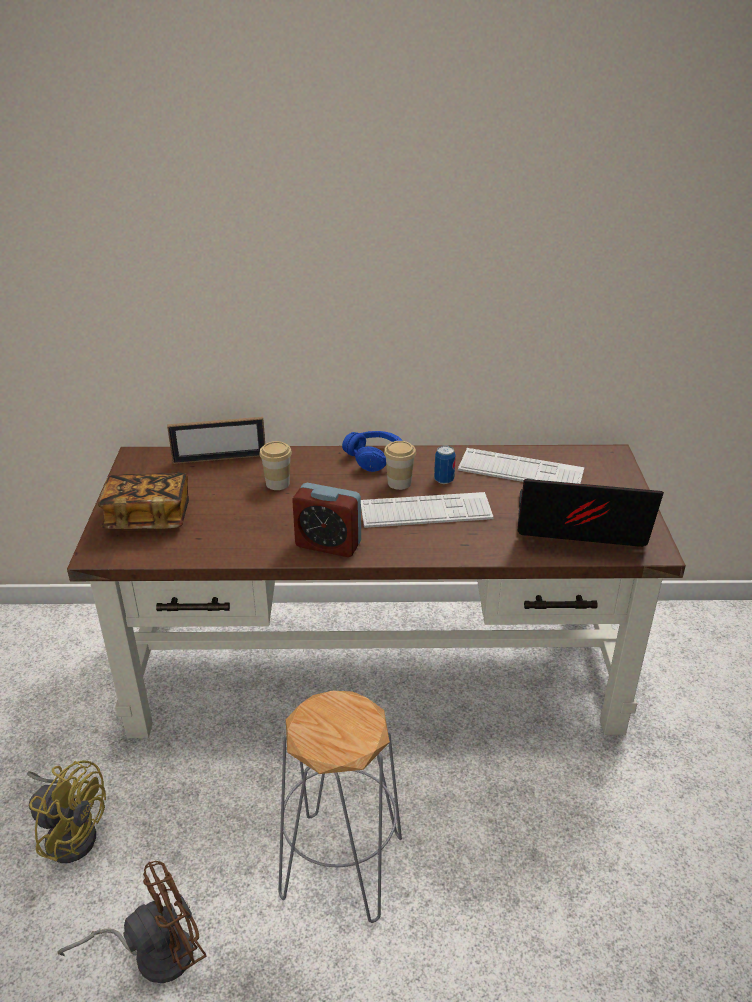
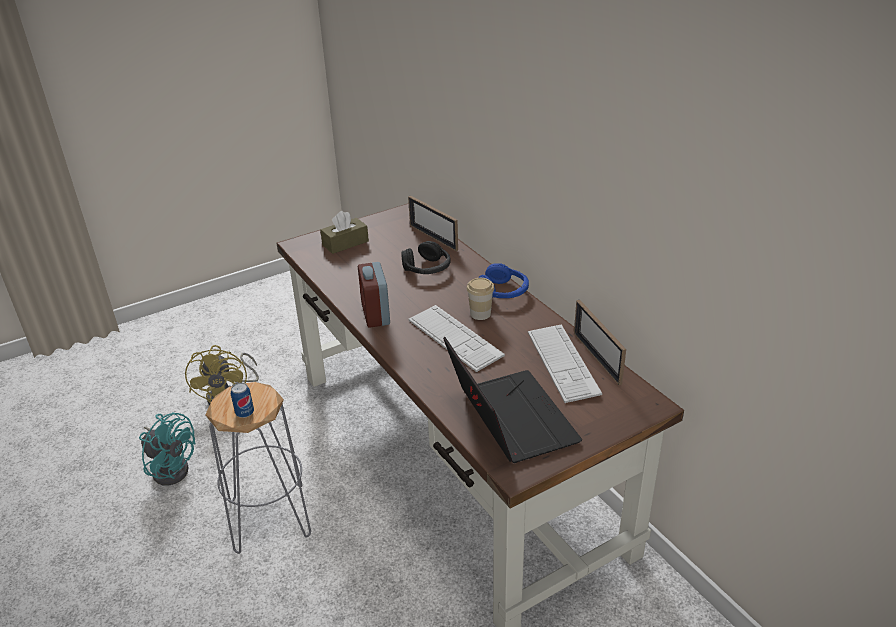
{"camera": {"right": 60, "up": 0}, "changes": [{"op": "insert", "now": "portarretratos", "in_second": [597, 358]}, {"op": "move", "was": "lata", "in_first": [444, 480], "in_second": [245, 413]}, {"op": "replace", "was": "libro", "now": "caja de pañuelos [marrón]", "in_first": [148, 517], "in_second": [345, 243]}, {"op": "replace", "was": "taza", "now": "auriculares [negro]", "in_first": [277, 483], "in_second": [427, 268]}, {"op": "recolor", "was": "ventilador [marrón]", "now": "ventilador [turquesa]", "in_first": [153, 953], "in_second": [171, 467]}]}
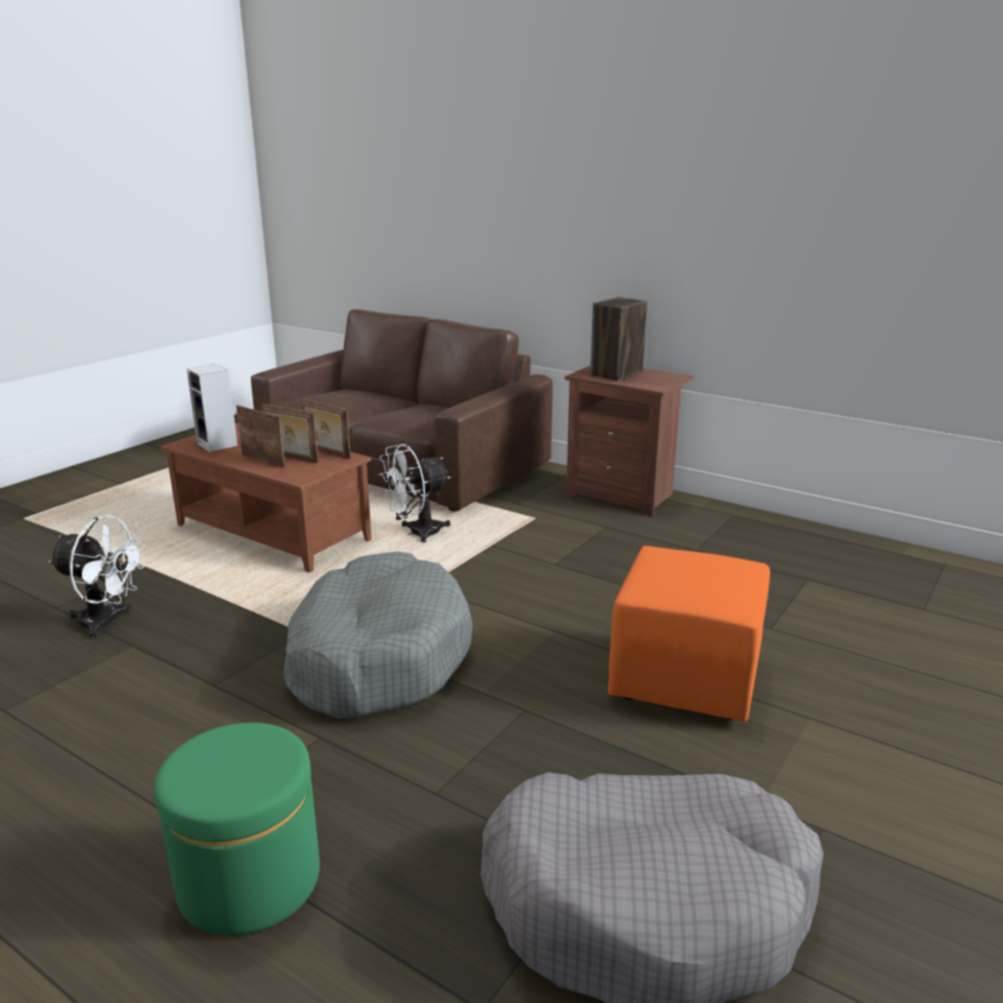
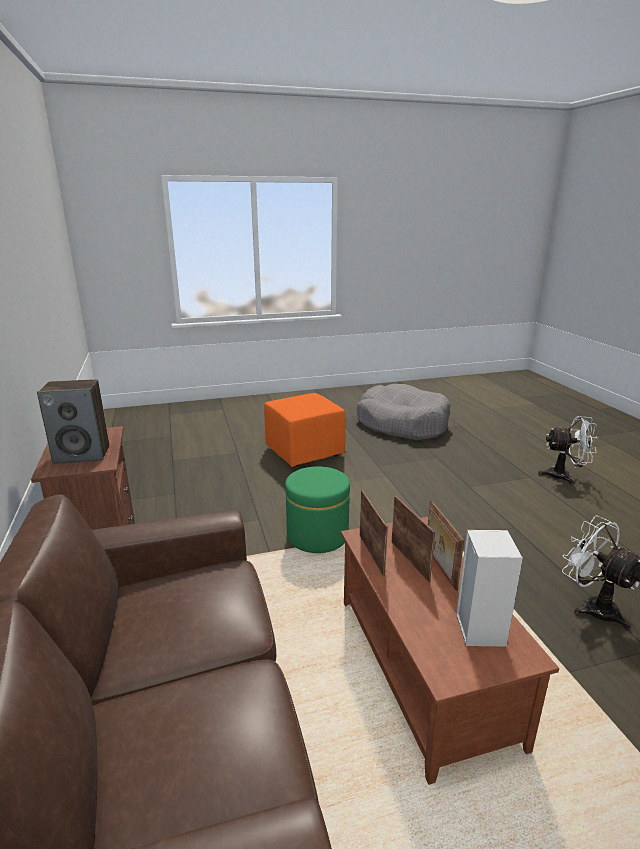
{"camera": {"right": -140, "up": 0}, "changes": [{"op": "delete", "was": "cama para perro [gris]", "in_first": [377, 656]}, {"op": "move", "was": "puf [verde]", "in_first": [249, 880], "in_second": [317, 535]}, {"op": "move", "was": "ventilador [blanco]", "in_first": [417, 533], "in_second": [564, 476]}]}
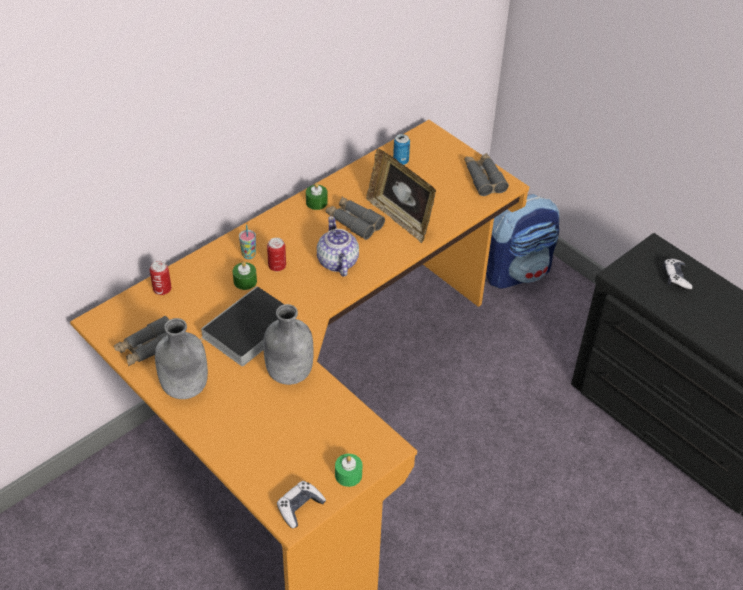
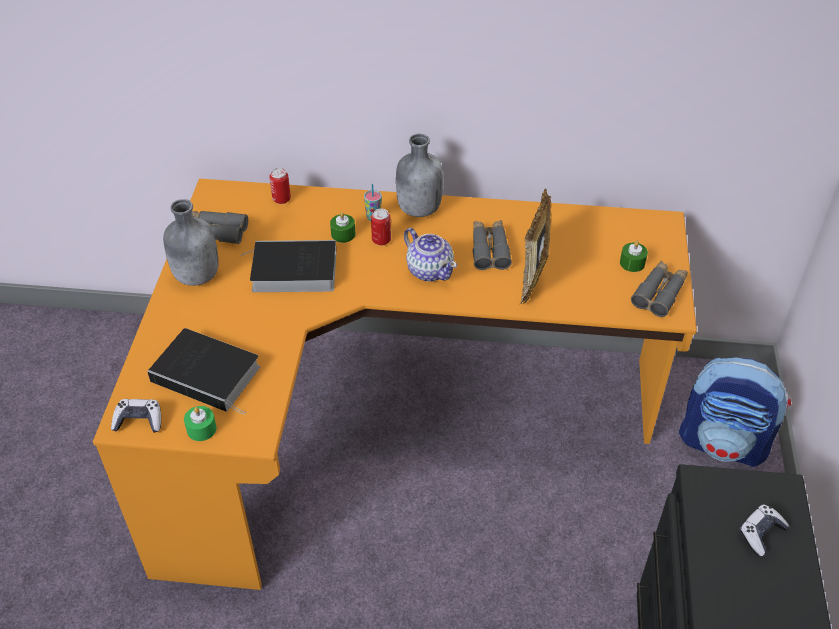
{"camera": {"right": 50, "up": 0}, "changes": [{"op": "delete", "was": "lata", "in_first": [400, 161]}, {"op": "insert", "now": "libro", "in_second": [209, 374]}, {"op": "move", "was": "botella [gris]", "in_first": [288, 373], "in_second": [418, 209]}, {"op": "move", "was": "vela [verde]", "in_first": [316, 202], "in_second": [632, 263]}, {"op": "rotate", "was": "tetera", "in_first": [337, 262], "in_second": [429, 270], "clockwise": 105}]}
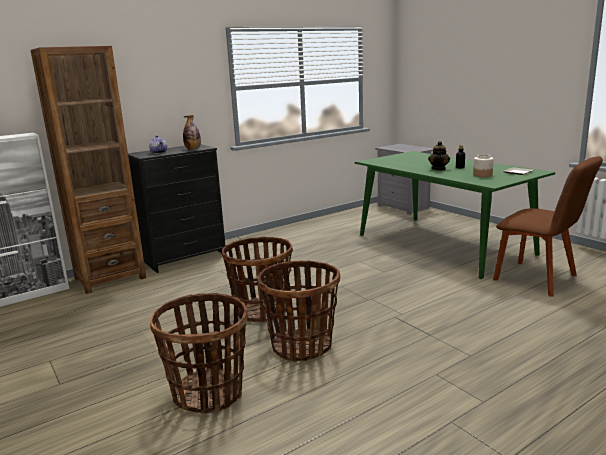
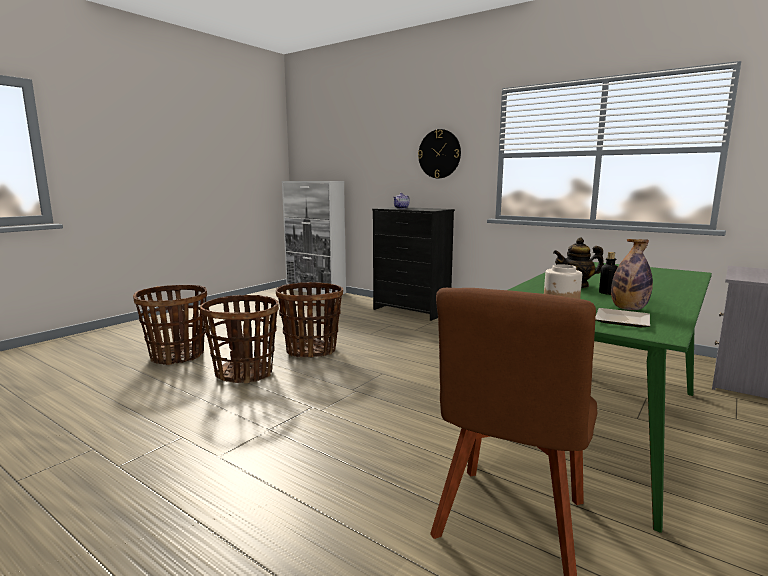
{"camera": {"right": 70, "up": -5}, "changes": [{"op": "delete", "was": "estantería [marrón]", "in_first": [110, 278]}, {"op": "insert", "now": "reloj de pared", "in_second": [439, 154]}, {"op": "move", "was": "botella", "in_first": [193, 149], "in_second": [628, 309]}]}
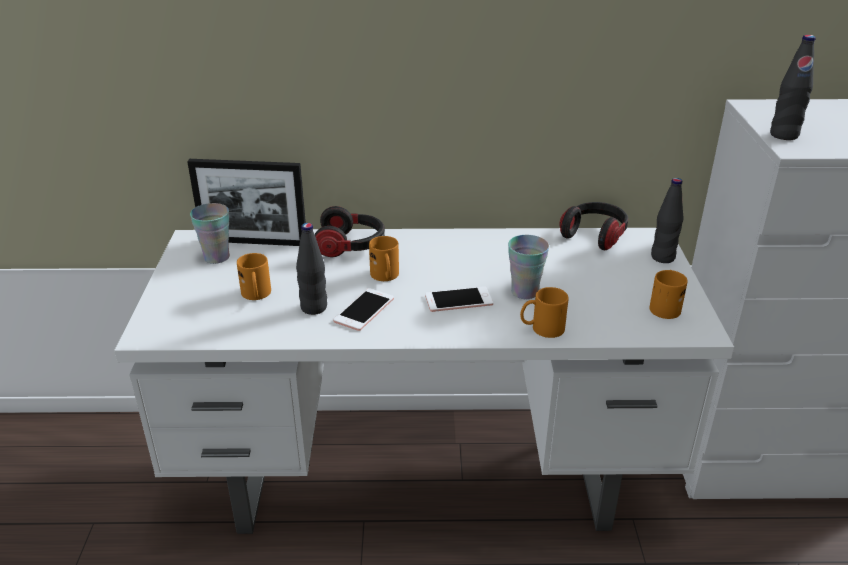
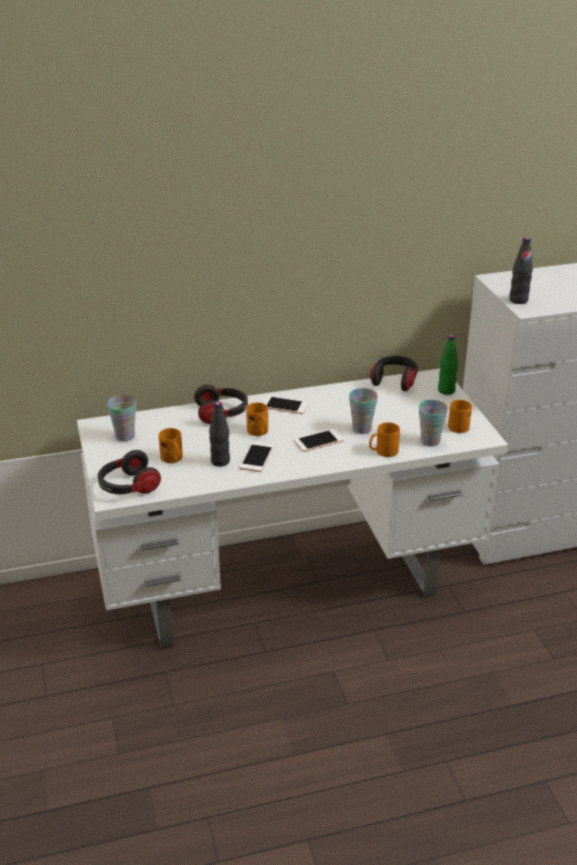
{"camera": {"right": -15, "up": 0}, "changes": [{"op": "delete", "was": "portarretratos", "in_first": [254, 242]}, {"op": "insert", "now": "auriculares", "in_second": [128, 487]}, {"op": "insert", "now": "móvil", "in_second": [284, 406]}, {"op": "insert", "now": "taza", "in_second": [430, 441]}, {"op": "recolor", "was": "botella [negro]", "now": "botella [verde]", "in_first": [662, 257], "in_second": [446, 391]}]}
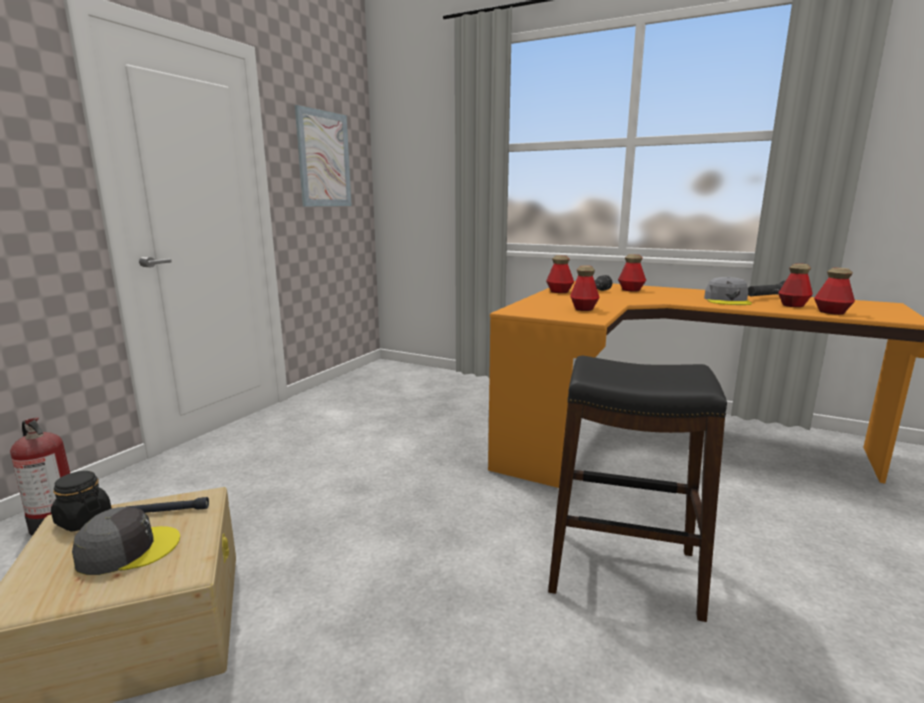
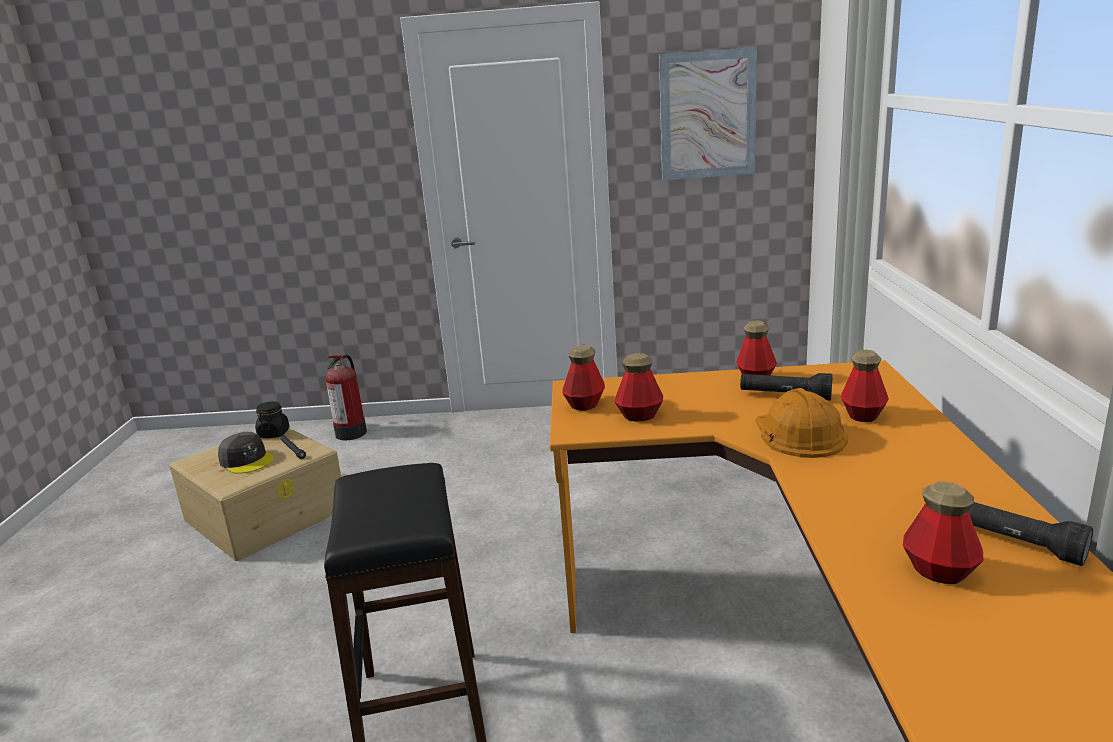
{"camera": {"right": 65, "up": 5}, "changes": [{"op": "delete", "was": "gorra [gris]", "in_first": [727, 300]}, {"op": "insert", "now": "casco [naranja]", "in_second": [798, 434]}, {"op": "move", "was": "botella", "in_first": [831, 312], "in_second": [584, 404]}]}
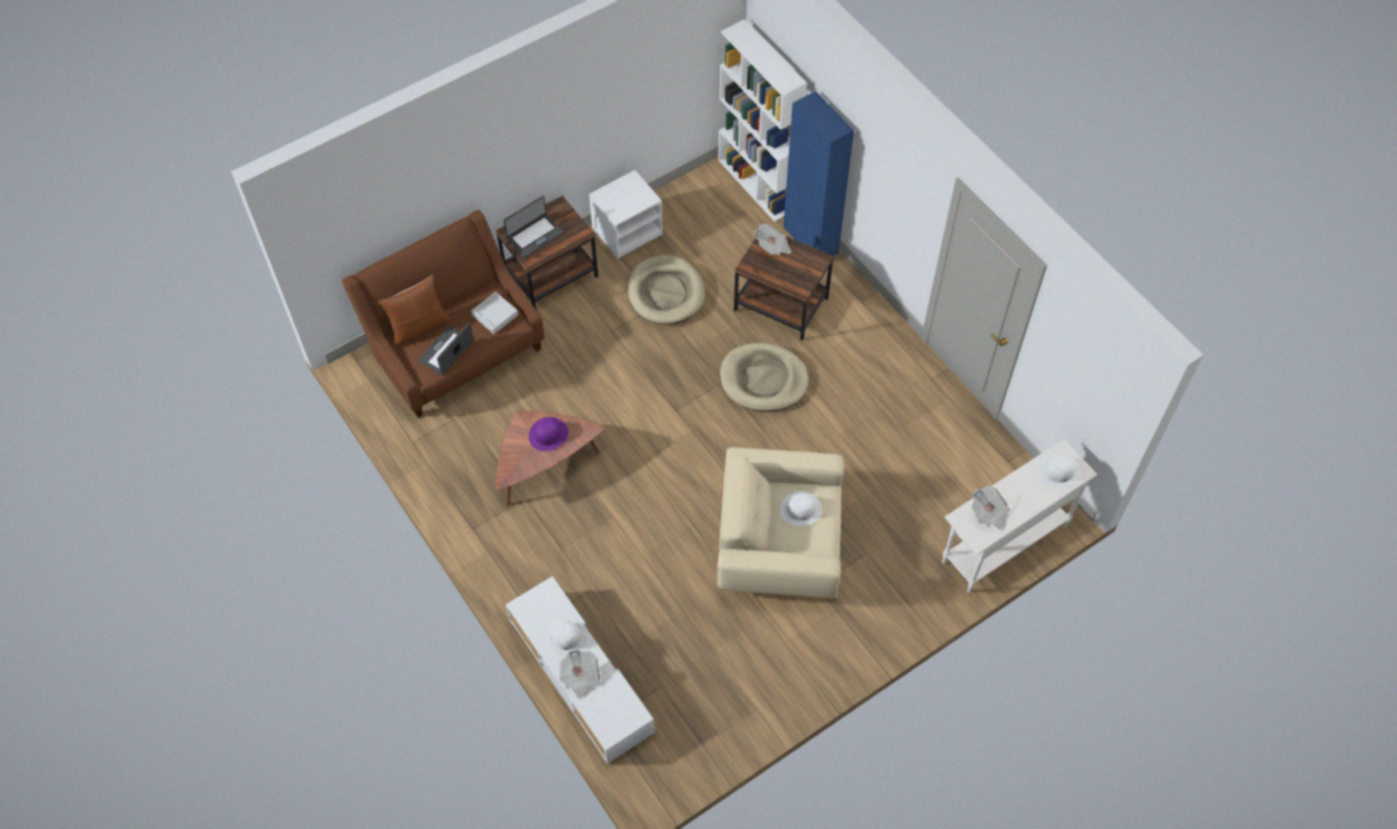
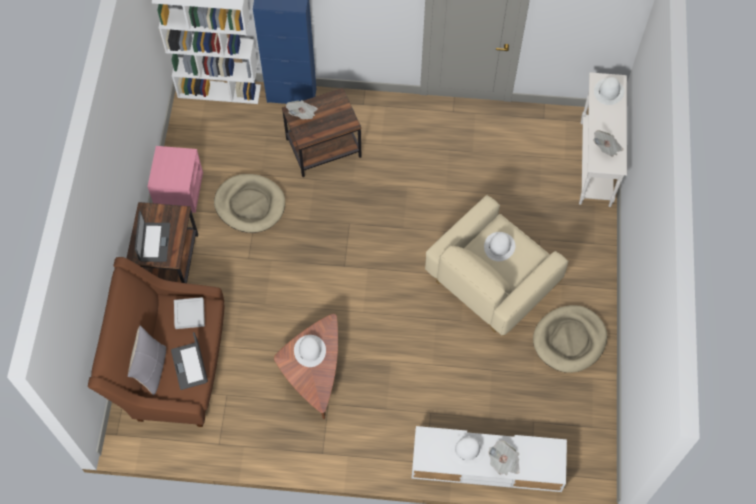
{"camera": {"right": -50, "up": 5}, "changes": [{"op": "move", "was": "cama para perro [beis]", "in_first": [763, 380], "in_second": [569, 340]}, {"op": "recolor", "was": "cojín [marrón]", "now": "cojín [gris]", "in_first": [418, 327], "in_second": [152, 369]}, {"op": "recolor", "was": "sombrero [morado]", "now": "sombrero [blanco]", "in_first": [548, 434], "in_second": [309, 350]}, {"op": "recolor", "was": "mesita de noche [blanco]", "now": "mesita de noche [rosa]", "in_first": [627, 230], "in_second": [179, 190]}]}
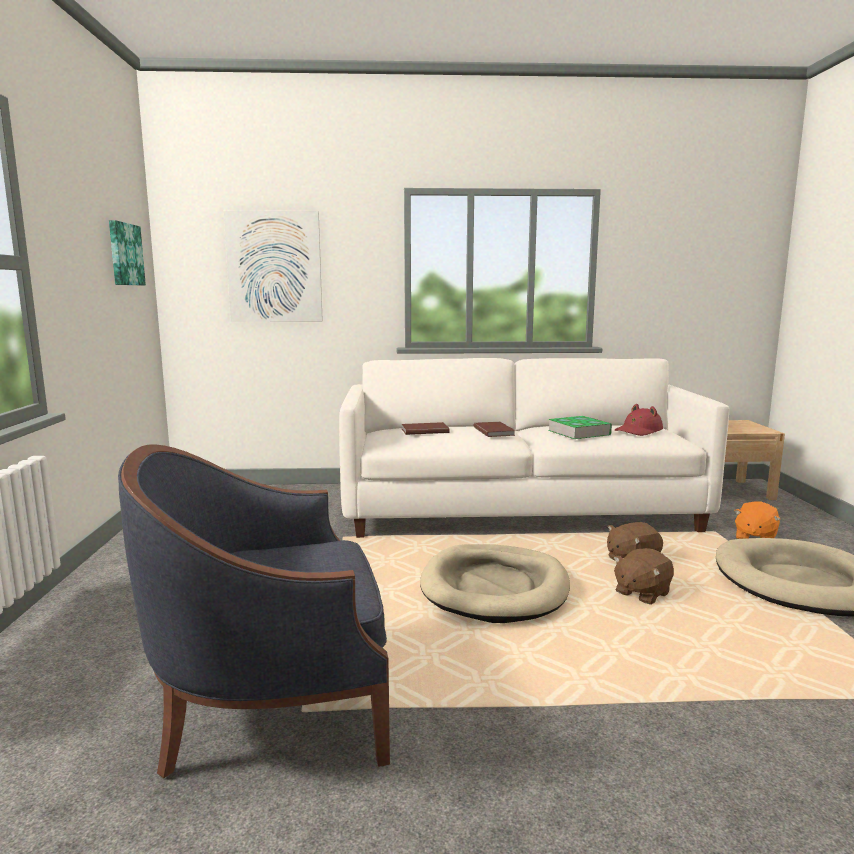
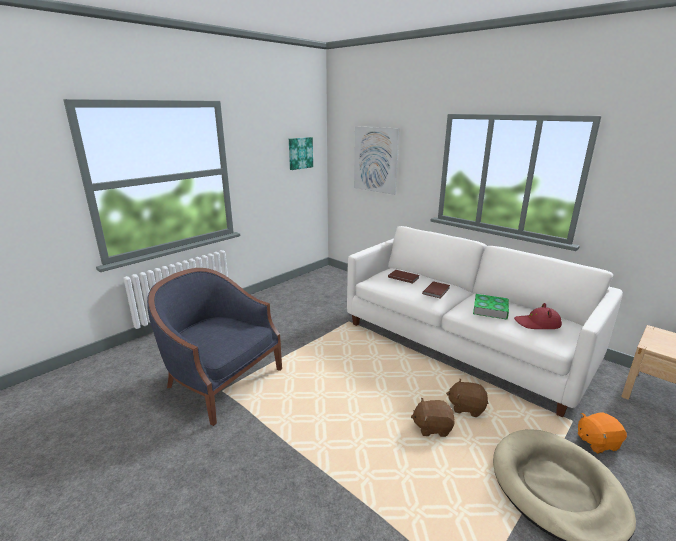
{"camera": {"right": 45, "up": 10}, "changes": [{"op": "delete", "was": "cama para perro [beis]", "in_first": [495, 588]}]}
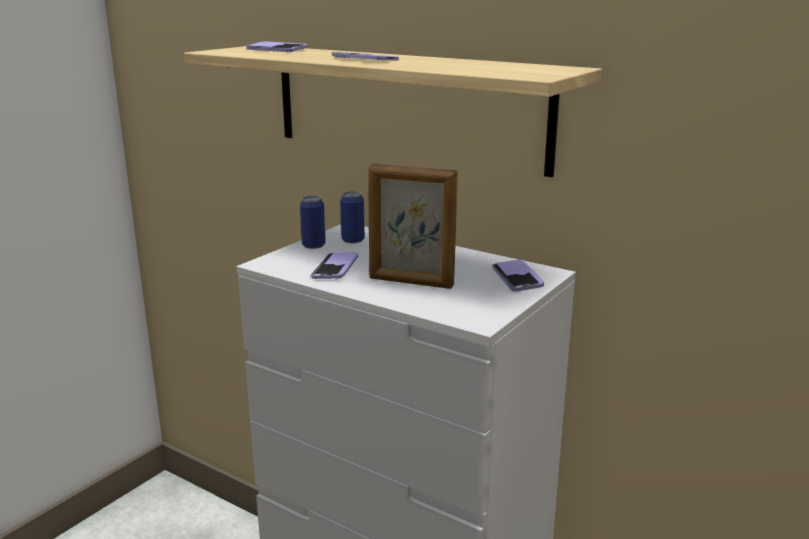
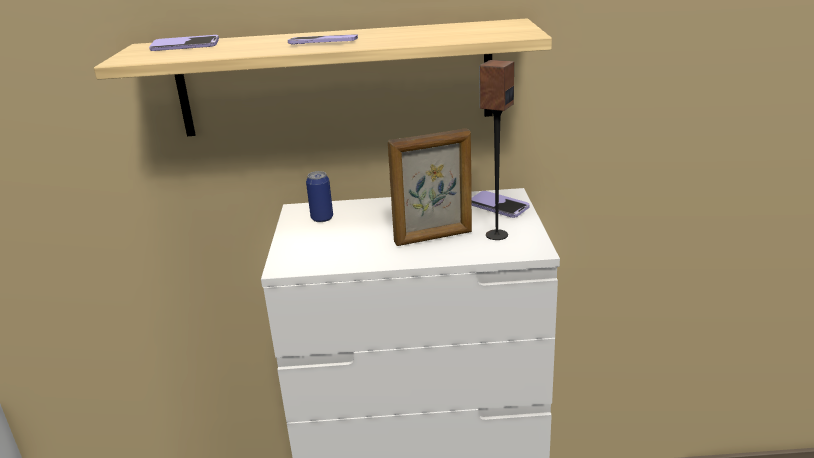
{"camera": {"right": -35, "up": 5}, "changes": [{"op": "delete", "was": "lata", "in_first": [313, 245]}, {"op": "delete", "was": "móvil", "in_first": [335, 268]}, {"op": "insert", "now": "altavoz", "in_second": [496, 235]}]}
